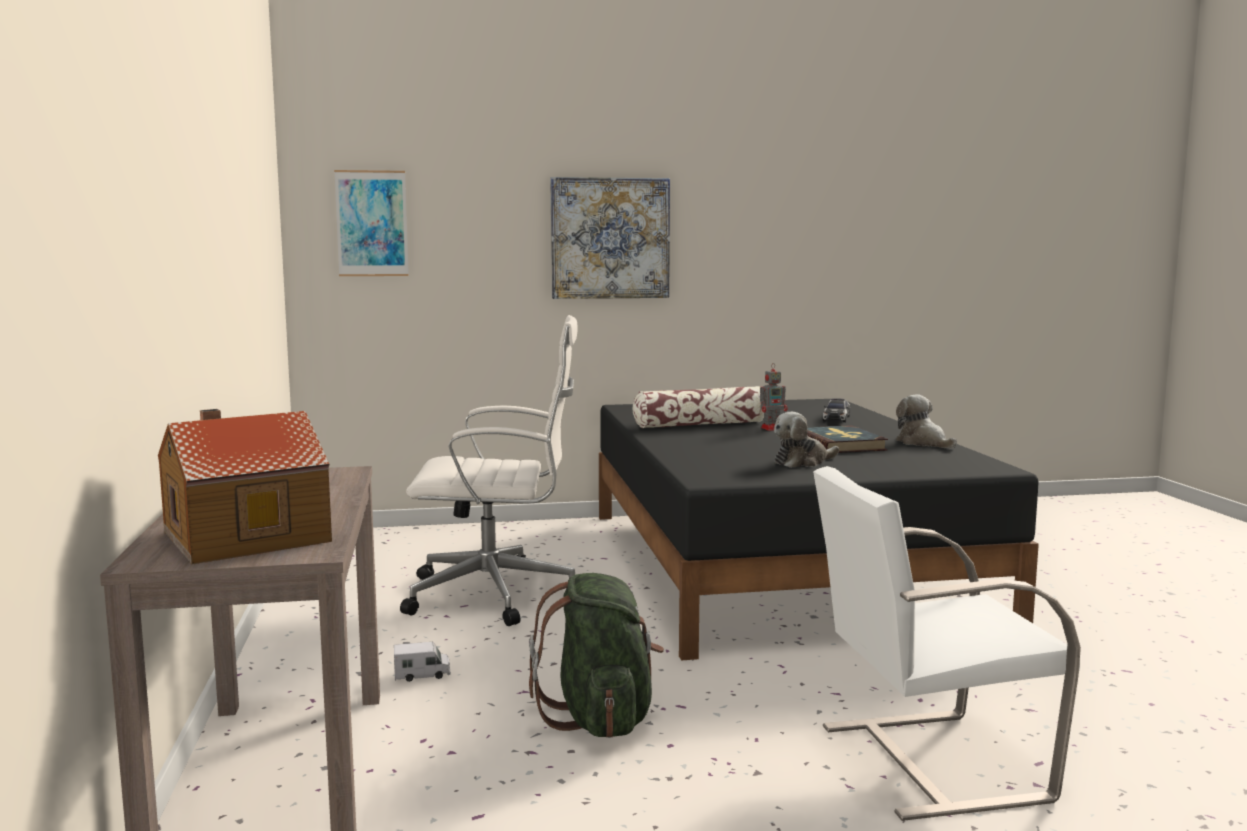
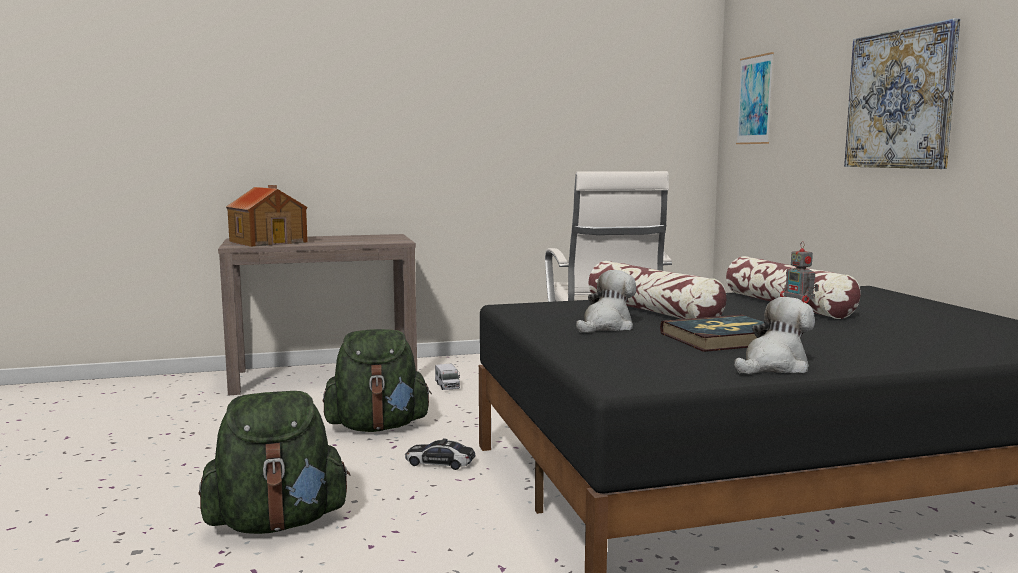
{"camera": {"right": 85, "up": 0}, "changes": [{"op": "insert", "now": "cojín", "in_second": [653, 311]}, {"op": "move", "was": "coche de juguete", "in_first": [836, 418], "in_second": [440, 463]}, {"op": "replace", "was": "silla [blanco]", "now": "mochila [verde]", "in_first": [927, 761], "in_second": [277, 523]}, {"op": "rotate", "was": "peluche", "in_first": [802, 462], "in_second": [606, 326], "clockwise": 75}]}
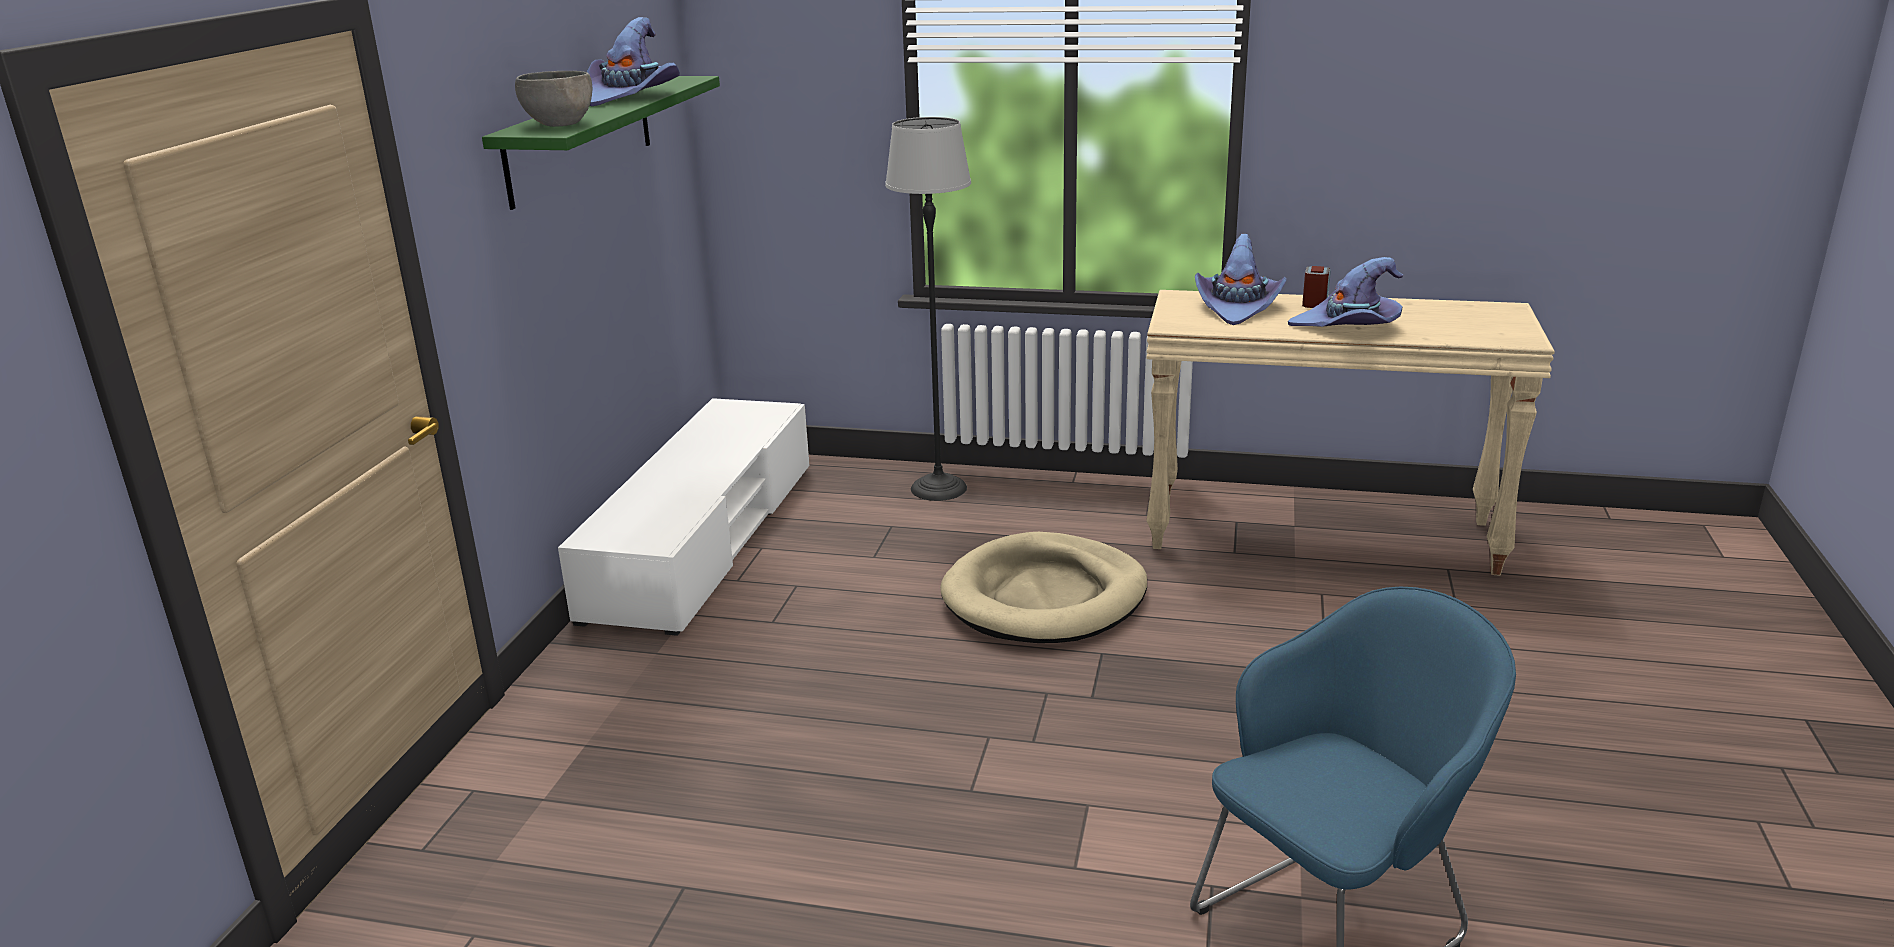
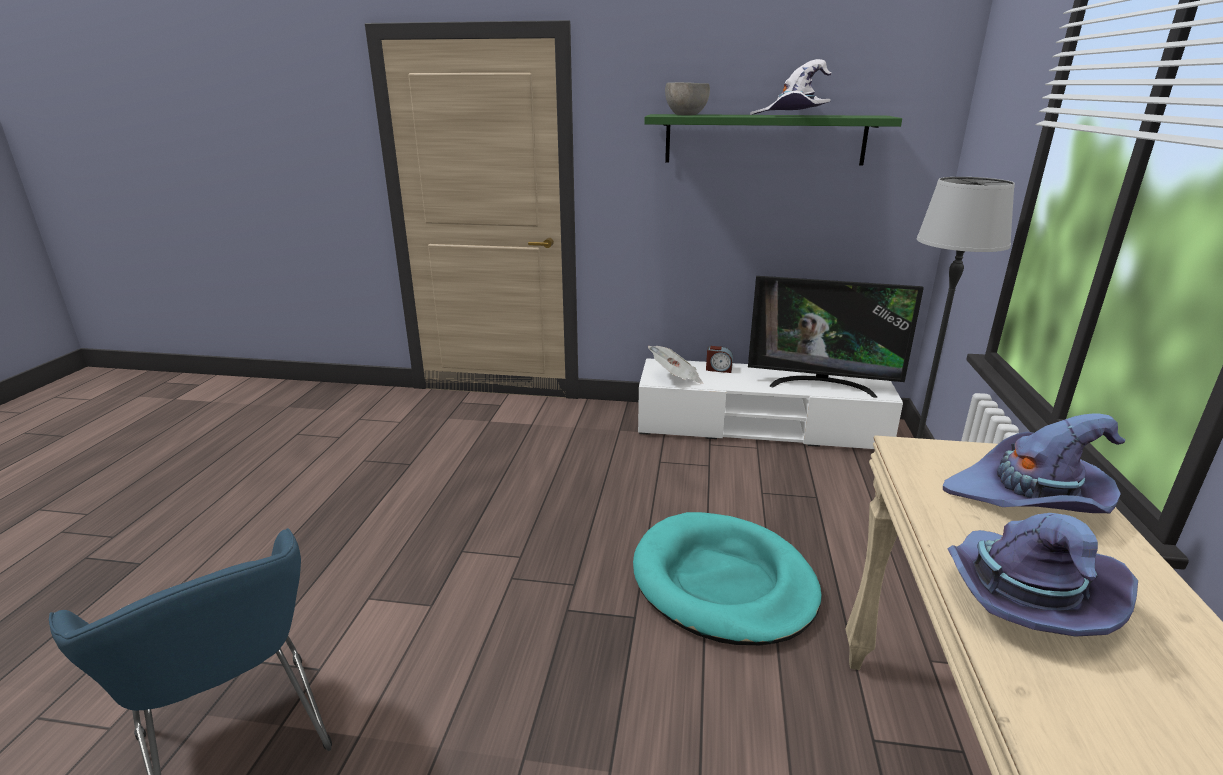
{"camera": {"right": 85, "up": 0}, "changes": [{"op": "insert", "now": "periódico", "in_second": [676, 378]}, {"op": "insert", "now": "televisor", "in_second": [821, 385]}, {"op": "move", "was": "despertador", "in_first": [1315, 302], "in_second": [718, 369]}, {"op": "recolor", "was": "sombrero [morado]", "now": "sombrero [blanco]", "in_first": [632, 96], "in_second": [792, 115]}, {"op": "recolor", "was": "cama para perro [beis]", "now": "cama para perro [turquesa]", "in_first": [1045, 597], "in_second": [723, 583]}]}
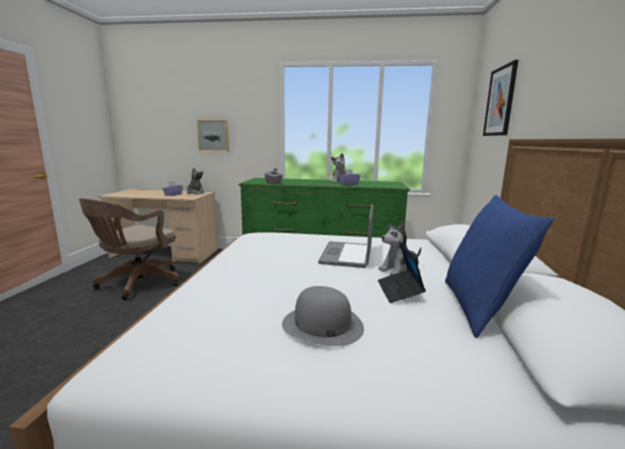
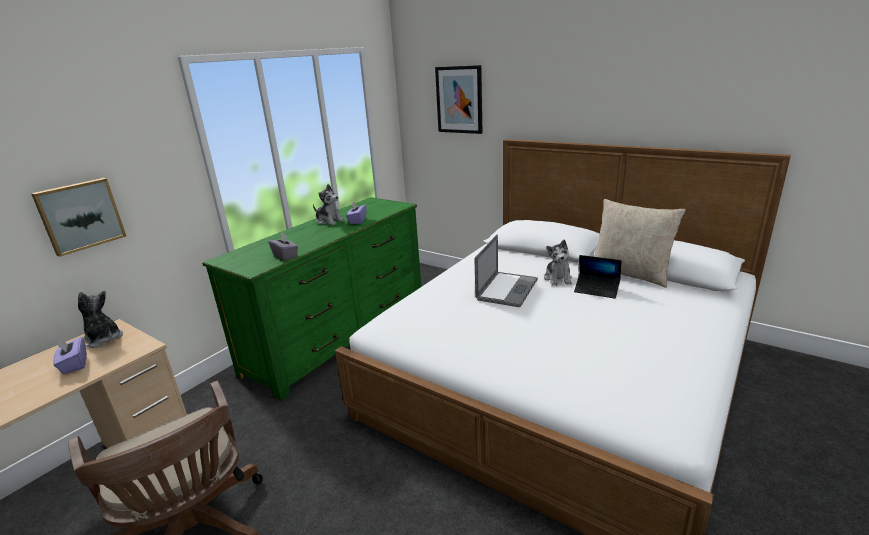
{"camera": {"right": -60, "up": 10}, "changes": [{"op": "delete", "was": "sombrero [gris]", "in_first": [322, 325]}, {"op": "recolor", "was": "cojín [azul]", "now": "cojín [beis]", "in_first": [479, 307], "in_second": [630, 274]}, {"op": "rotate", "was": "portátil", "in_first": [346, 254], "in_second": [507, 289], "clockwise": -105}]}
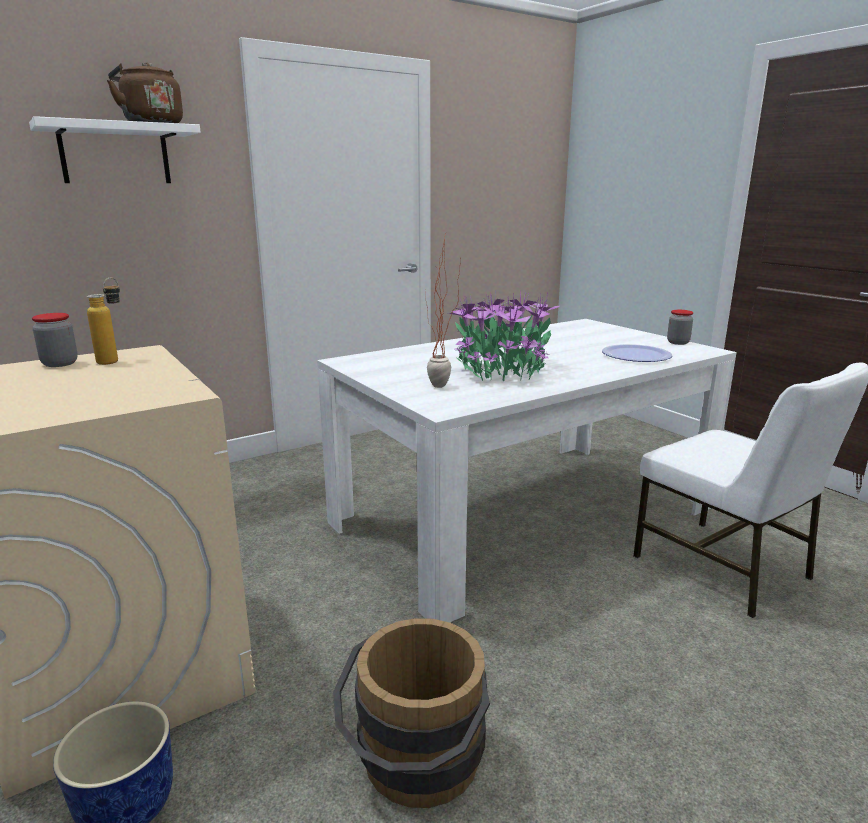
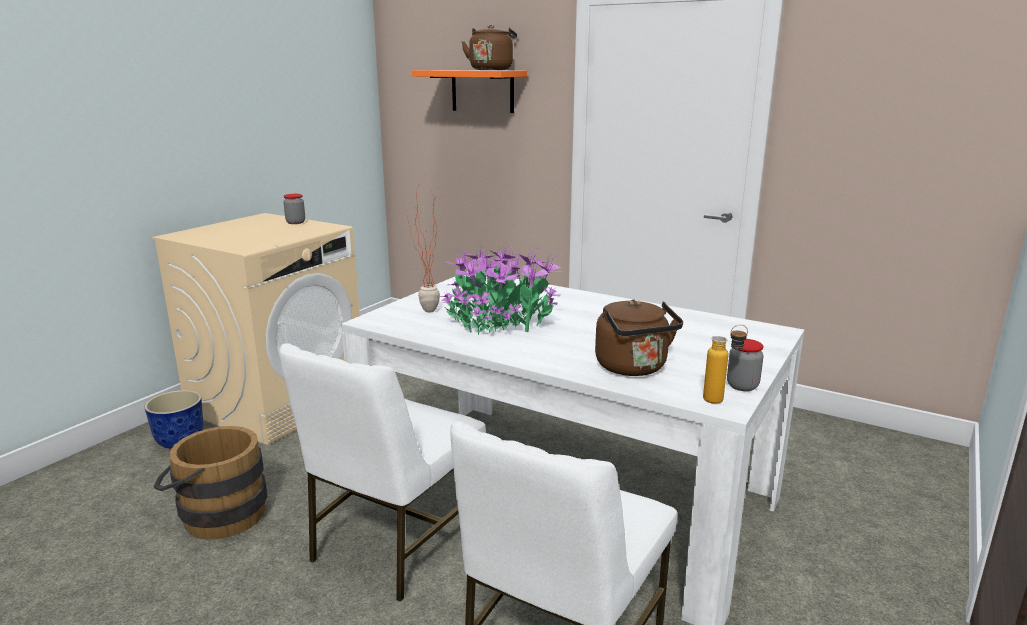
{"camera": {"right": 65, "up": 0}, "changes": [{"op": "insert", "now": "silla [blanco]", "in_second": [394, 542]}, {"op": "move", "was": "botella", "in_first": [114, 360], "in_second": [721, 400]}, {"op": "replace", "was": "plato", "now": "hervidor [marrón]", "in_first": [636, 355], "in_second": [634, 368]}, {"op": "recolor", "was": "estante [blanco]", "now": "estante [naranja]", "in_first": [115, 154], "in_second": [482, 91]}]}
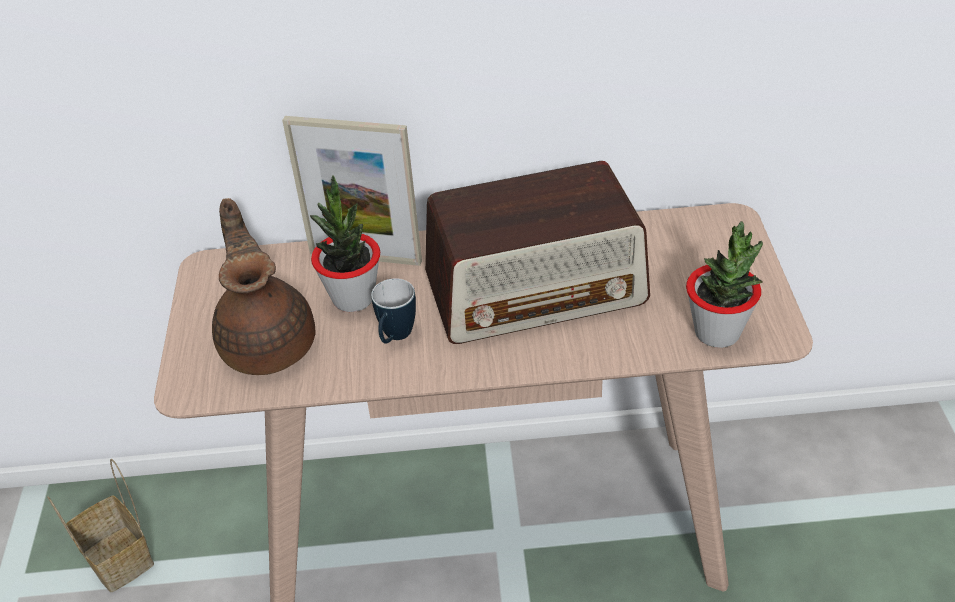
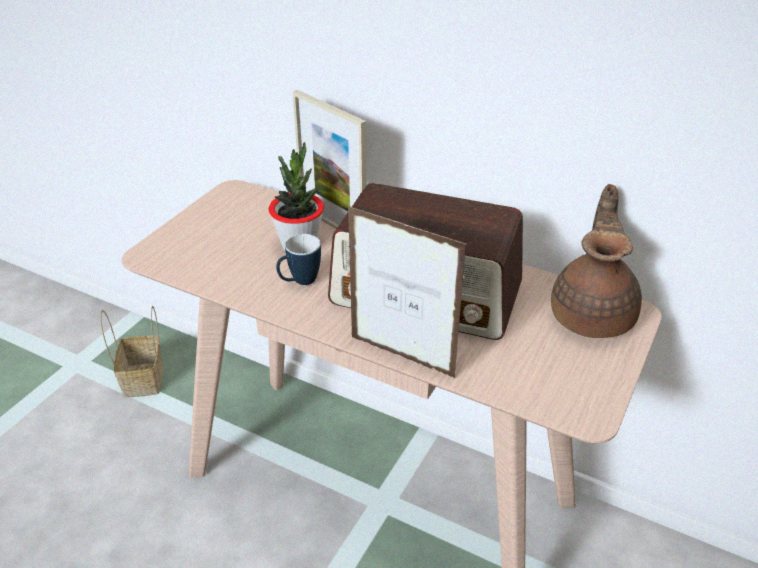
{"camera": {"right": 30, "up": -5}, "changes": [{"op": "delete", "was": "planta en maceta", "in_first": [717, 332]}, {"op": "insert", "now": "portarretratos", "in_second": [402, 357]}, {"op": "move", "was": "tetera [marrón]", "in_first": [268, 342], "in_second": [593, 314]}]}
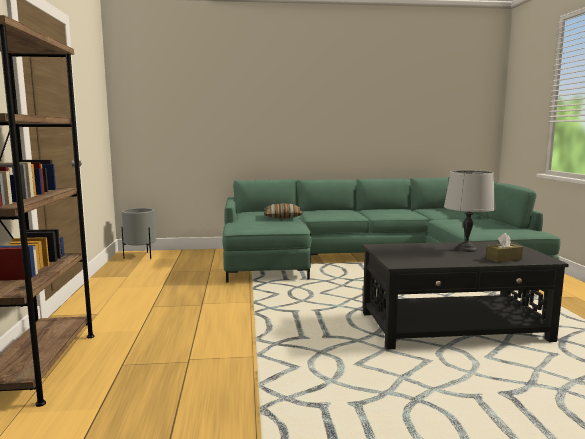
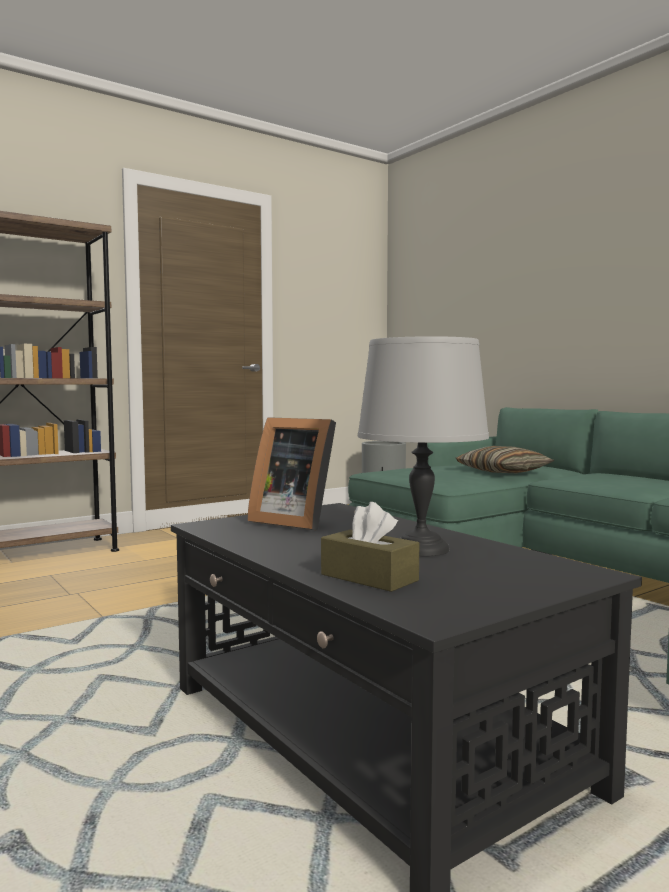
{"camera": {"right": 60, "up": -5}, "changes": [{"op": "insert", "now": "portarretratos", "in_second": [294, 521]}]}
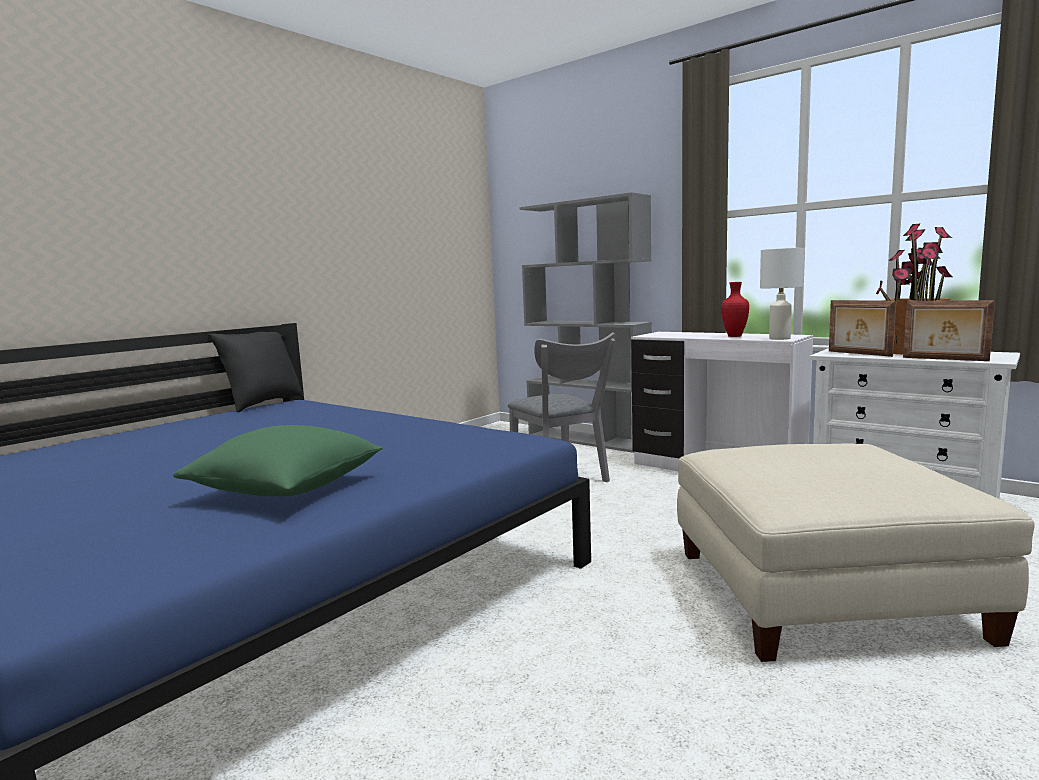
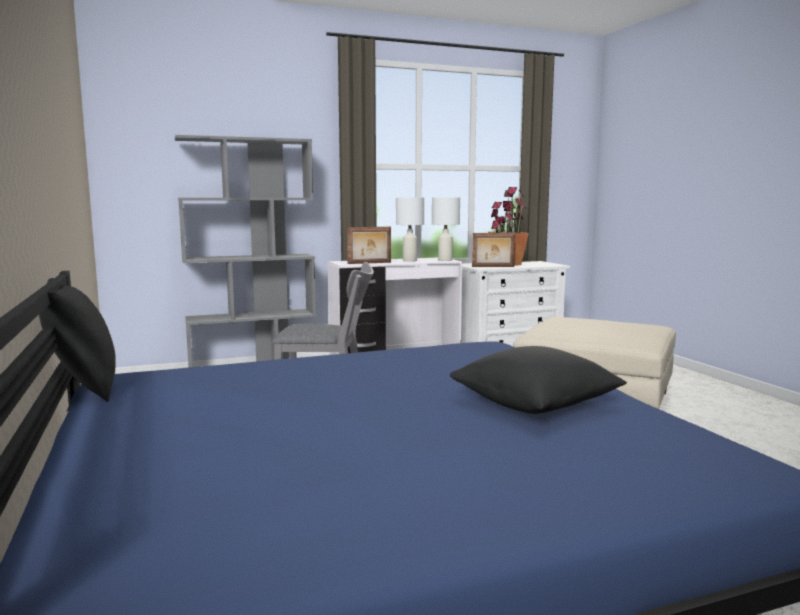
{"camera": {"right": -60, "up": 0}, "changes": [{"op": "move", "was": "portarretratos", "in_first": [944, 359], "in_second": [369, 263]}, {"op": "replace", "was": "florero [rojo]", "now": "lámpara de mesa [blanco]", "in_first": [734, 336], "in_second": [409, 260]}, {"op": "recolor", "was": "cojín [verde]", "now": "cojín [negro]", "in_first": [288, 490], "in_second": [535, 405]}]}
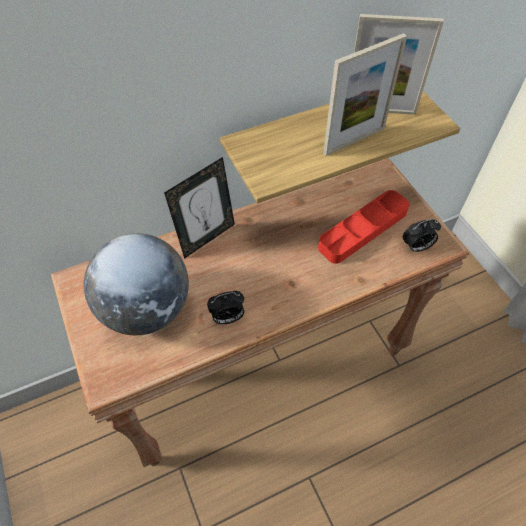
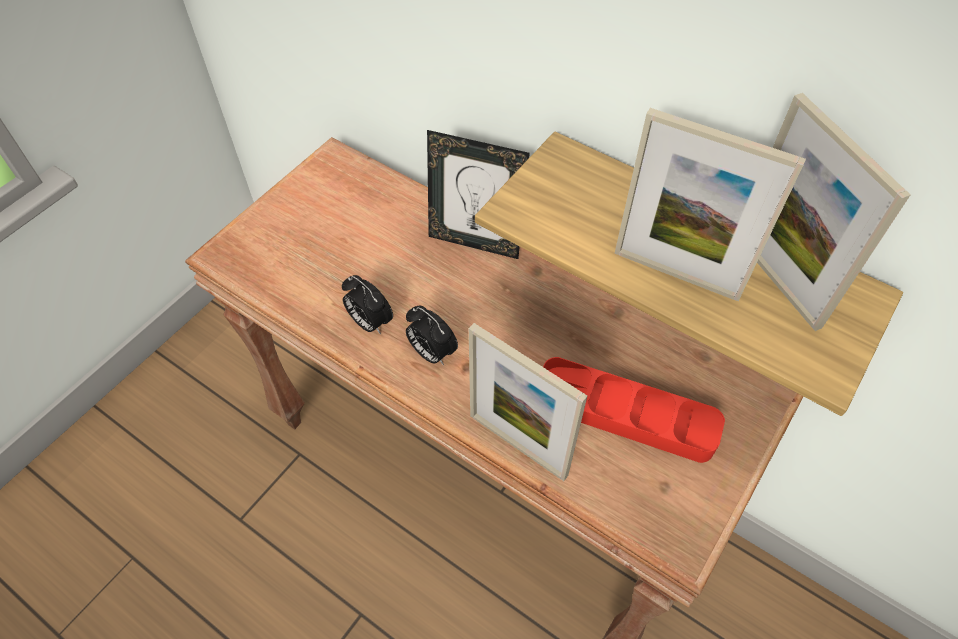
{"camera": {"right": 60, "up": 0}, "changes": [{"op": "delete", "was": "globo terráqueo", "in_first": [146, 309]}, {"op": "insert", "now": "portarretratos", "in_second": [518, 445]}, {"op": "move", "was": "despertador", "in_first": [416, 247], "in_second": [431, 352]}]}
